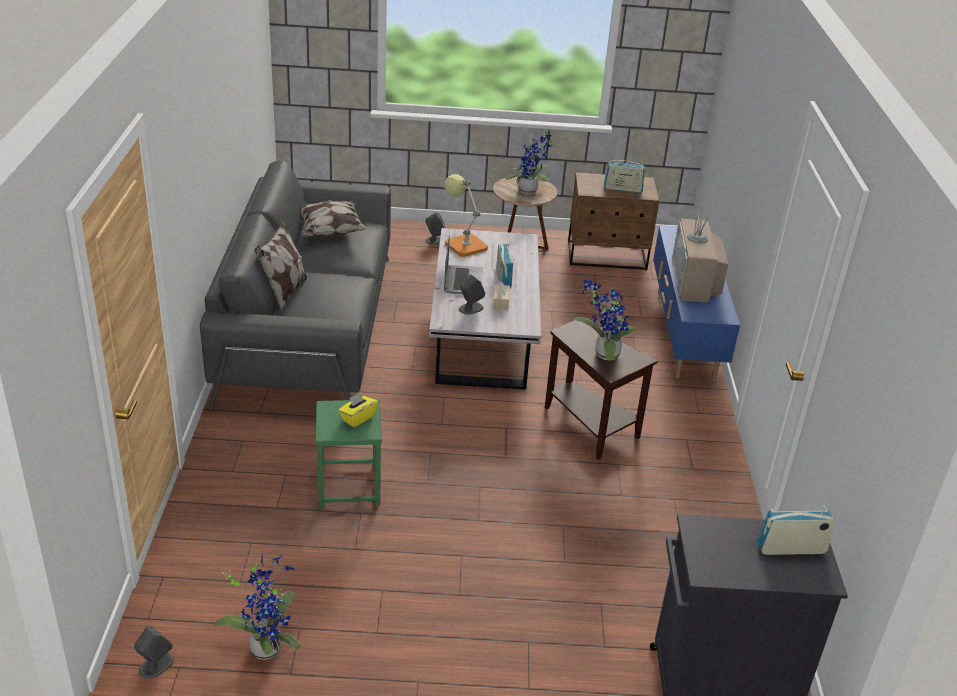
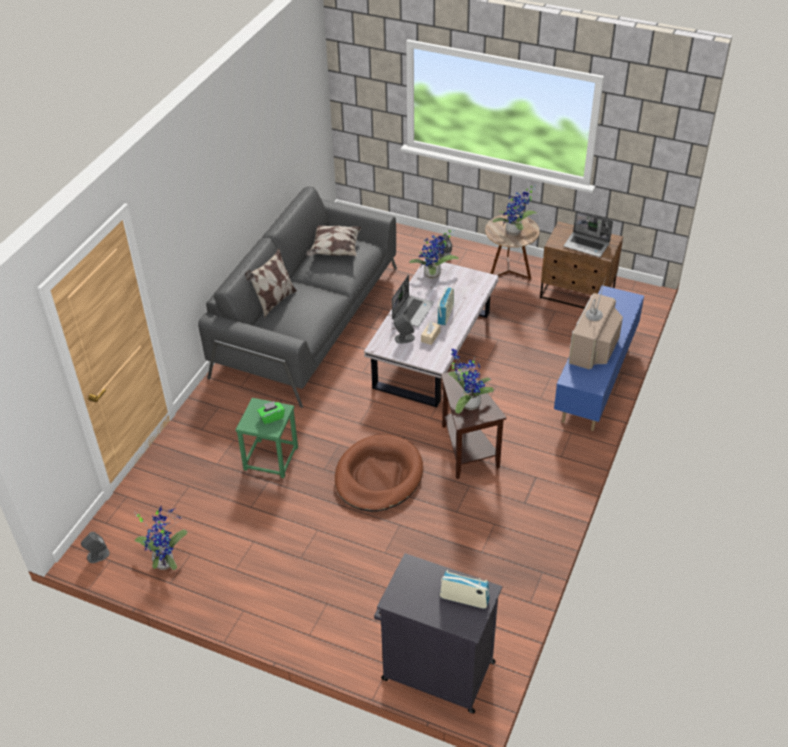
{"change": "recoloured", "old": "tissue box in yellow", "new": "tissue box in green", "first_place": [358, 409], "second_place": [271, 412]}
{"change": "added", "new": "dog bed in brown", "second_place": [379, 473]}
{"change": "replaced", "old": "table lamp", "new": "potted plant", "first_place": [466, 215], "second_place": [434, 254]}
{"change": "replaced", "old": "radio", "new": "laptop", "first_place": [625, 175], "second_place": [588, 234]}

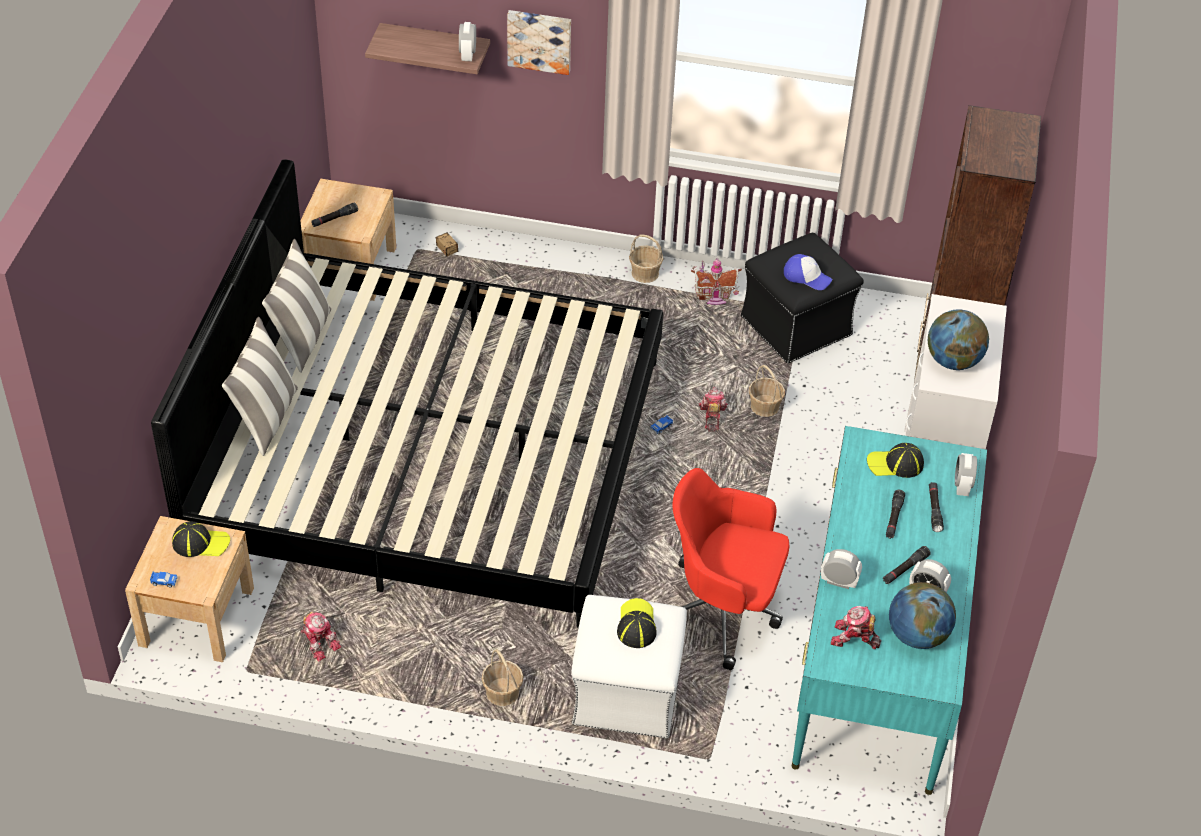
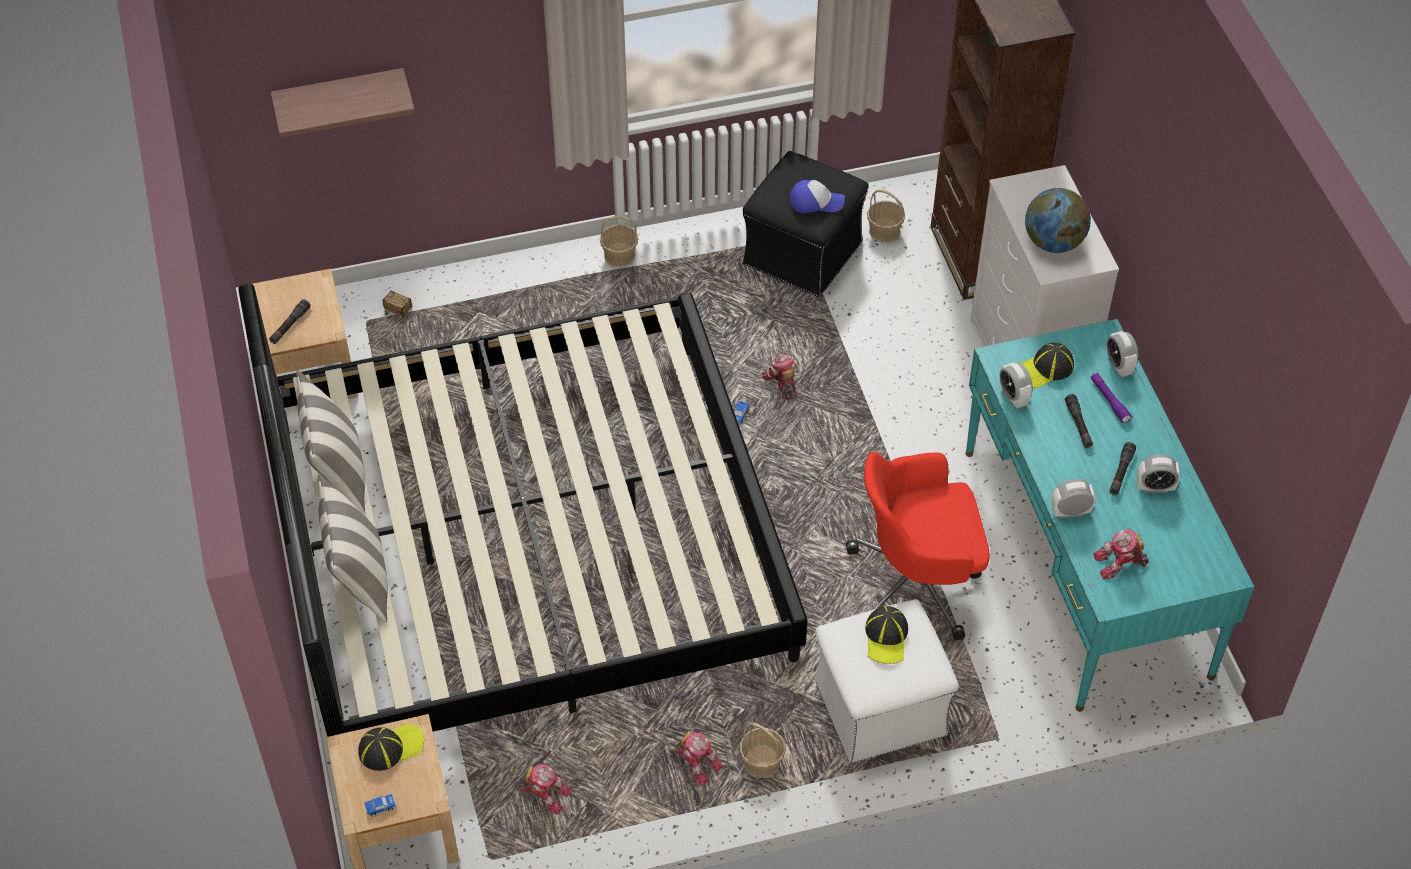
{"change": "added", "new": "toy robot", "second_place": [699, 758]}
{"change": "turned", "old": "cap", "first_place": [637, 623], "second_place": [886, 635], "degrees": -150}
{"change": "moved", "old": "basket", "first_place": [767, 391], "second_place": [886, 216]}
{"change": "moved", "old": "alarm clock", "first_place": [467, 41], "second_place": [1016, 385]}
{"change": "recoloured", "old": "flashlight in black", "new": "flashlight in purple", "first_place": [936, 507], "second_place": [1111, 398]}
{"change": "removed", "old": "picture", "first_place": [539, 42]}
{"change": "removed", "old": "toy house", "first_place": [716, 281]}
{"change": "removed", "old": "globe", "first_place": [922, 615]}

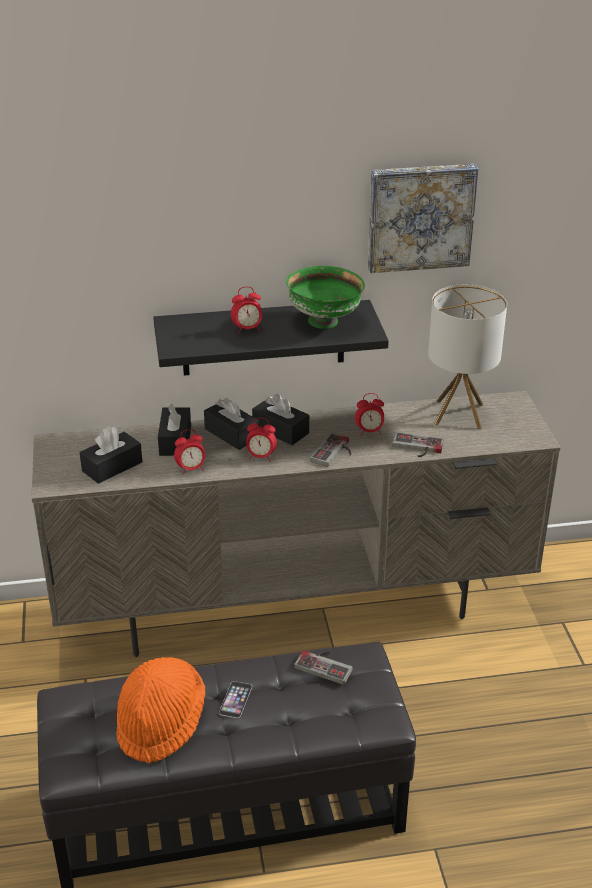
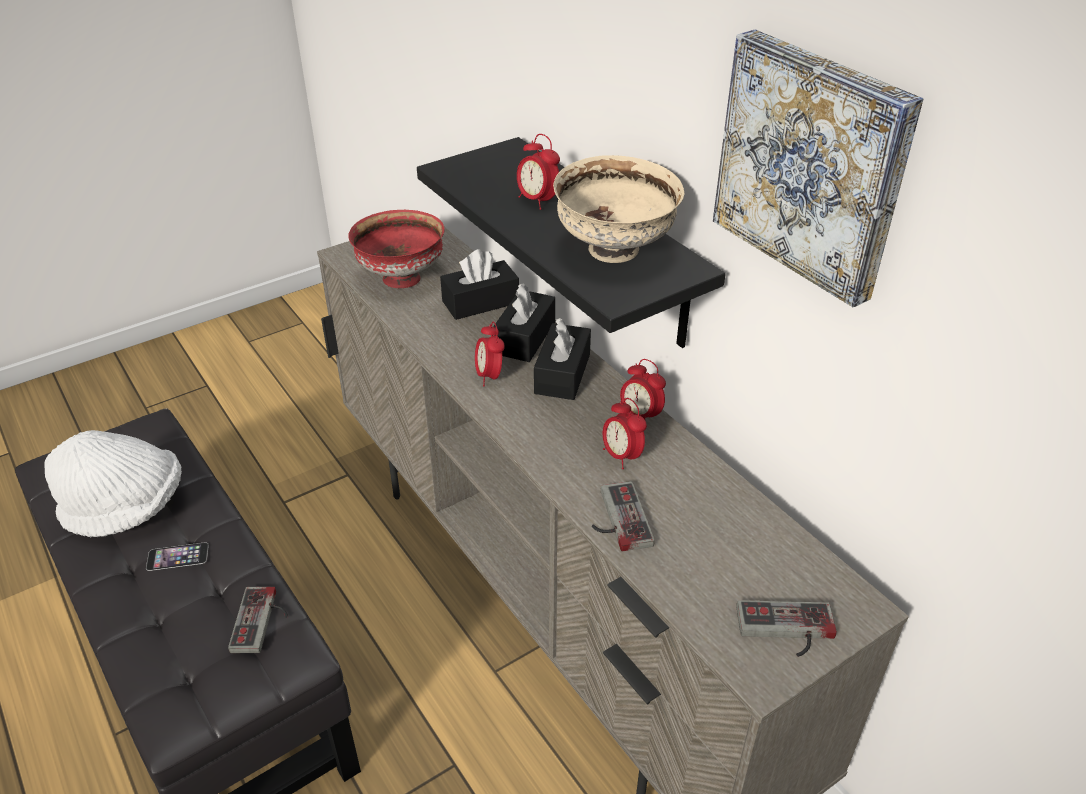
{"change": "recoloured", "old": "hat in orange", "new": "hat in white", "first_place": [160, 710], "second_place": [113, 483]}
{"change": "replaced", "old": "tissue box in black", "new": "bowl in red", "first_place": [111, 455], "second_place": [397, 249]}
{"change": "recoloured", "old": "bowl in green", "new": "bowl in beige", "first_place": [325, 297], "second_place": [618, 209]}
{"change": "moved", "old": "alarm clock", "first_place": [189, 452], "second_place": [643, 390]}
{"change": "moved", "old": "game controller", "first_place": [330, 450], "second_place": [786, 628]}
{"change": "removed", "old": "table lamp", "first_place": [467, 356]}

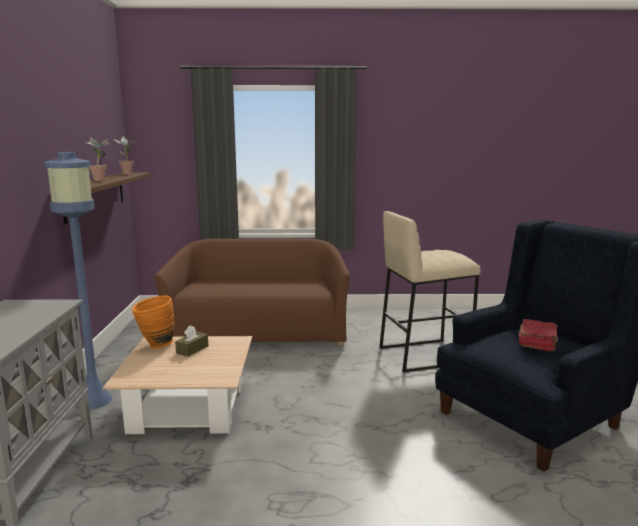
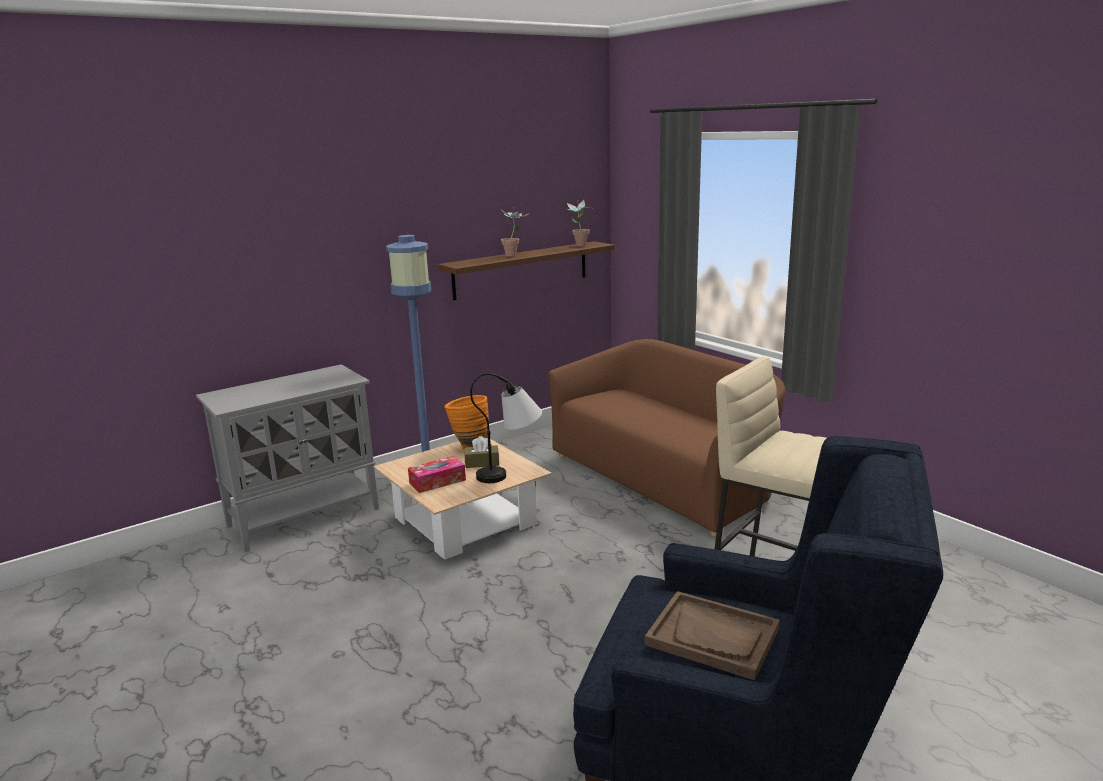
{"change": "added", "new": "tissue box", "second_place": [437, 474]}
{"change": "added", "new": "table lamp", "second_place": [506, 428]}
{"change": "replaced", "old": "book in red", "new": "tray in brown", "first_place": [538, 335], "second_place": [712, 635]}

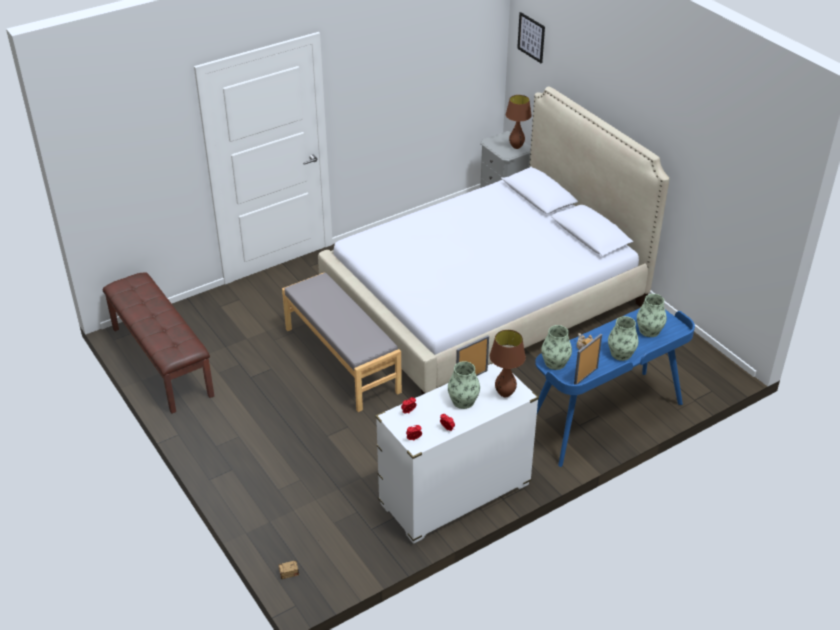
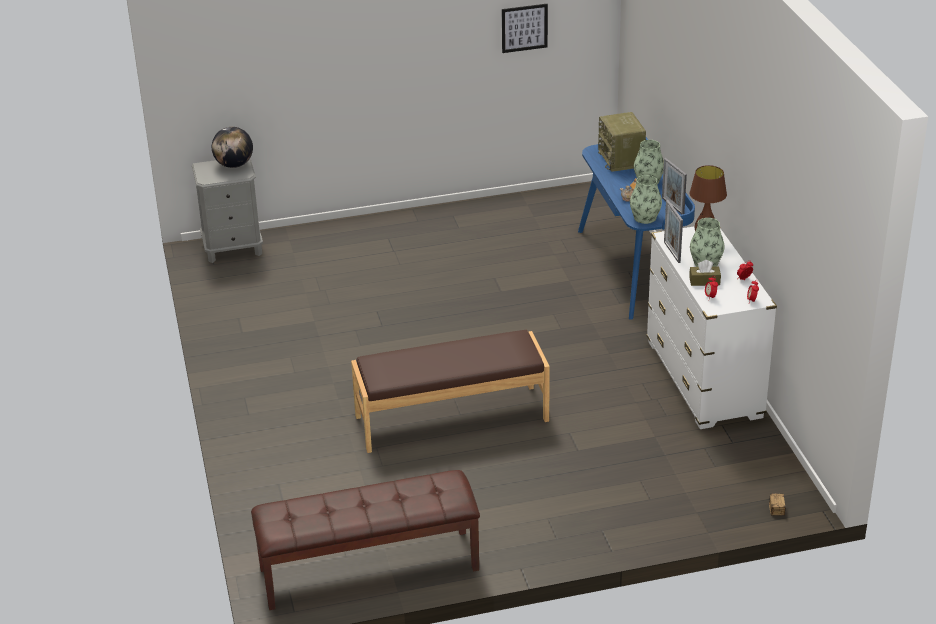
{"change": "replaced", "old": "table lamp in brown", "new": "globe", "first_place": [519, 122], "second_place": [232, 147]}
{"change": "recoloured", "old": "bench in grey", "new": "bench in brown", "first_place": [342, 342], "second_place": [450, 391]}
{"change": "moved", "old": "picture", "first_place": [531, 37], "second_place": [525, 28]}
{"change": "replaced", "old": "vase", "new": "radio", "first_place": [652, 315], "second_place": [622, 142]}
{"change": "added", "new": "tissue box in brown", "second_place": [705, 273]}
{"change": "removed", "old": "bed", "first_place": [494, 240]}

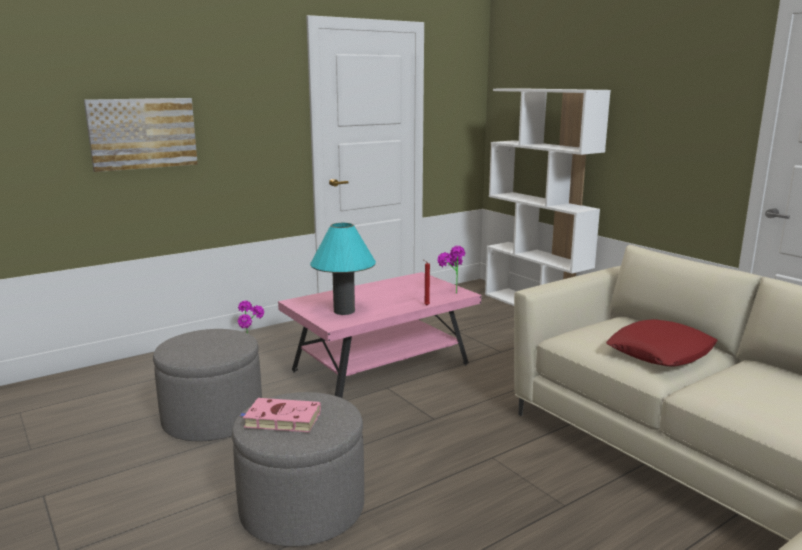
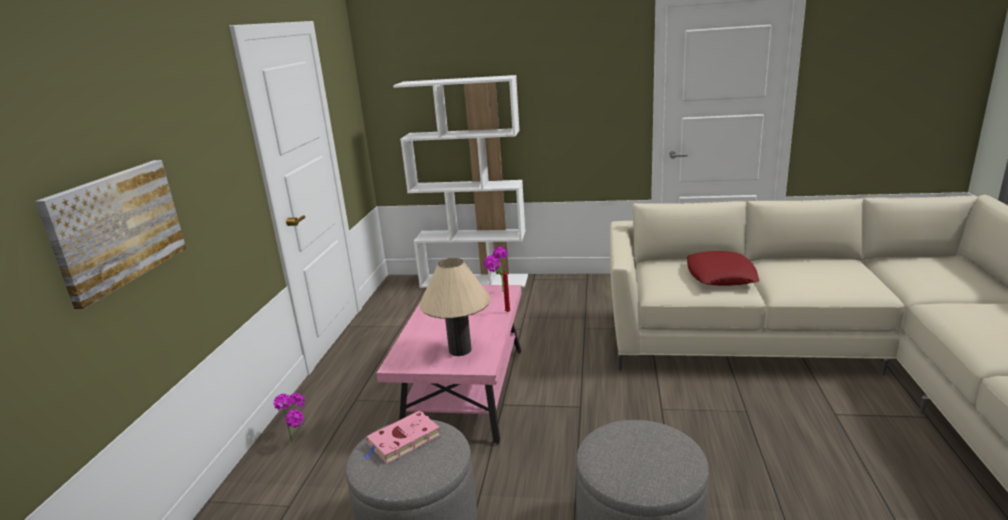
{"change": "moved", "old": "book in pink", "first_place": [280, 415], "second_place": [402, 436]}
{"change": "recoloured", "old": "table lamp in turquoise", "new": "table lamp in beige", "first_place": [343, 269], "second_place": [454, 307]}

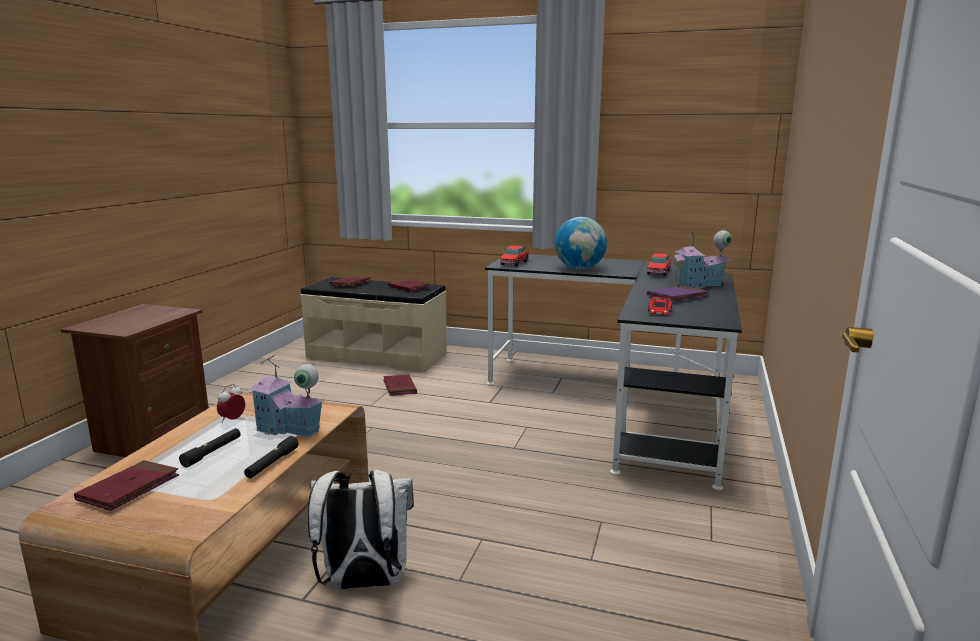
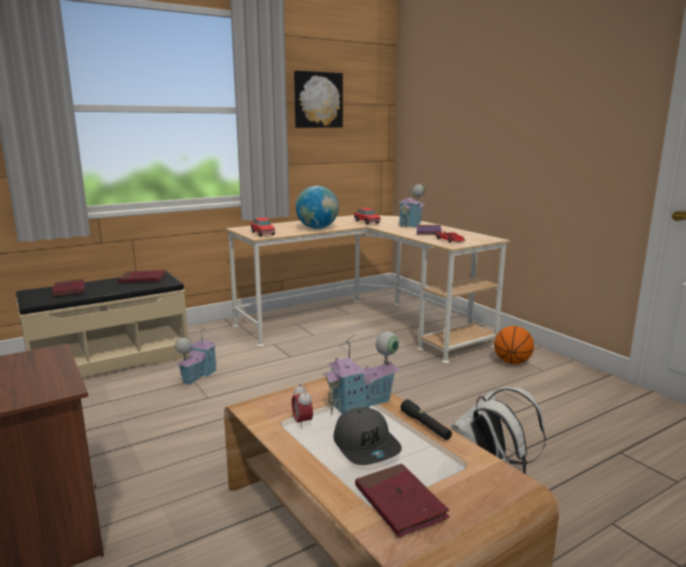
{"change": "replaced", "old": "book in red", "new": "toy house", "first_place": [400, 385], "second_place": [196, 356]}
{"change": "recoloured", "old": "desk in black", "new": "desk in beige", "first_place": [613, 372], "second_place": [367, 289]}
{"change": "added", "new": "picture", "second_place": [318, 99]}
{"change": "replaced", "old": "flashlight in black", "new": "cap in grey", "first_place": [210, 448], "second_place": [368, 436]}
{"change": "added", "new": "basketball", "second_place": [514, 345]}

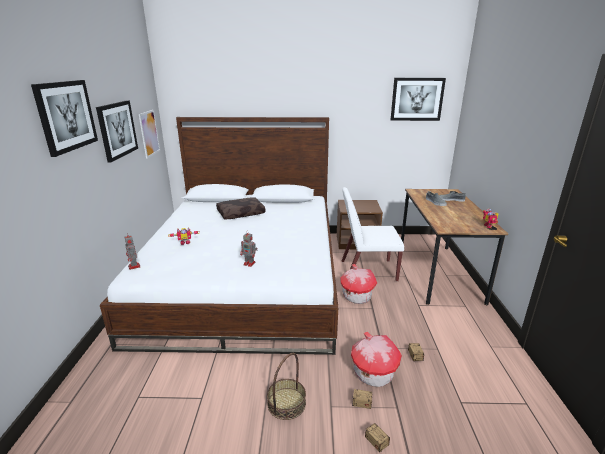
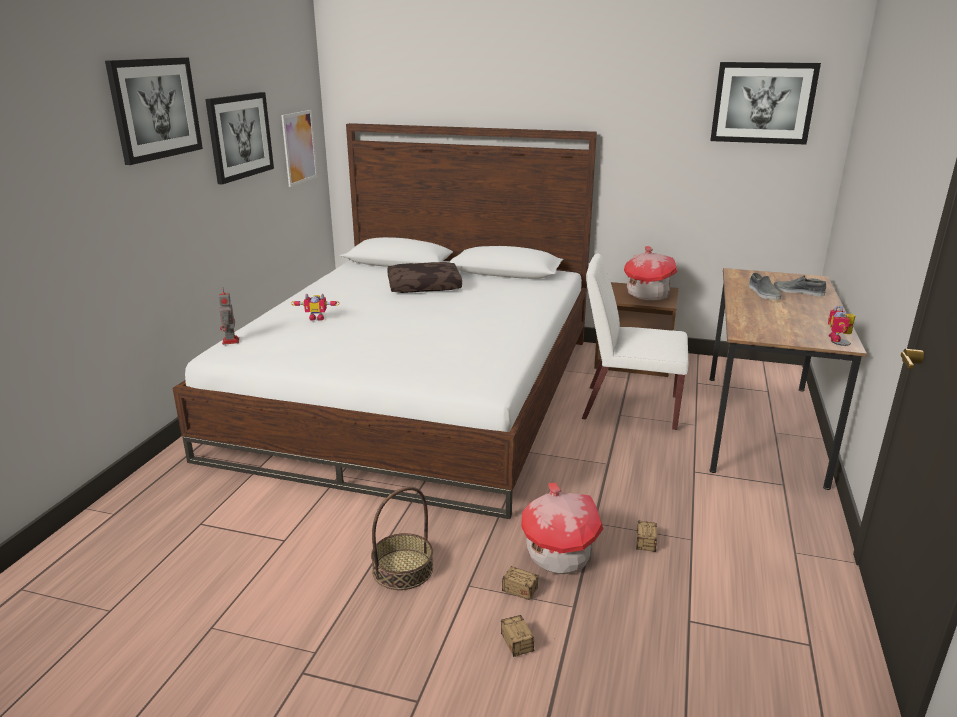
{"change": "moved", "old": "toy house", "first_place": [358, 284], "second_place": [650, 273]}
{"change": "removed", "old": "toy robot", "first_place": [249, 248]}

